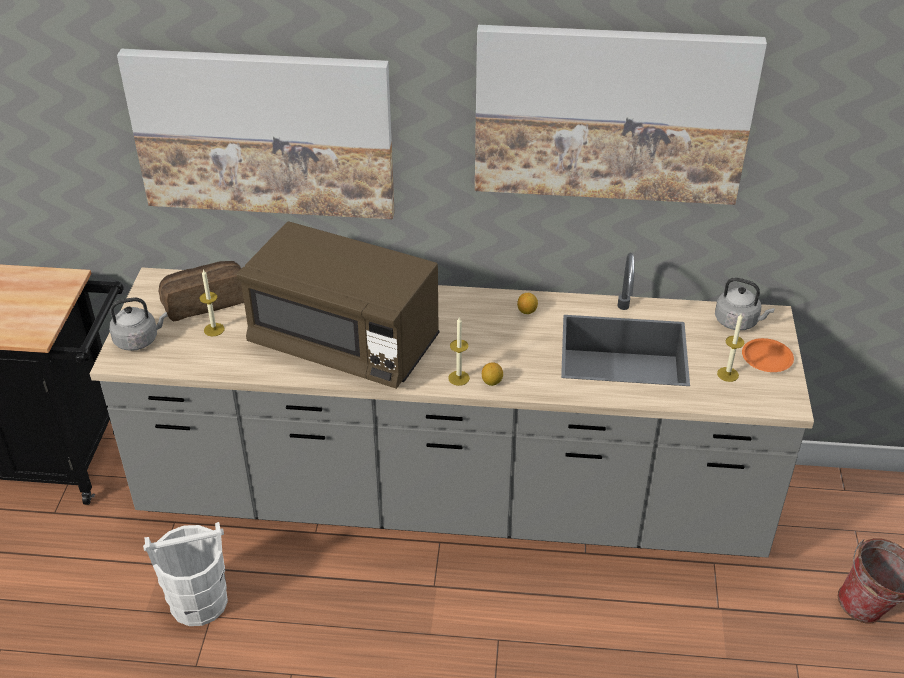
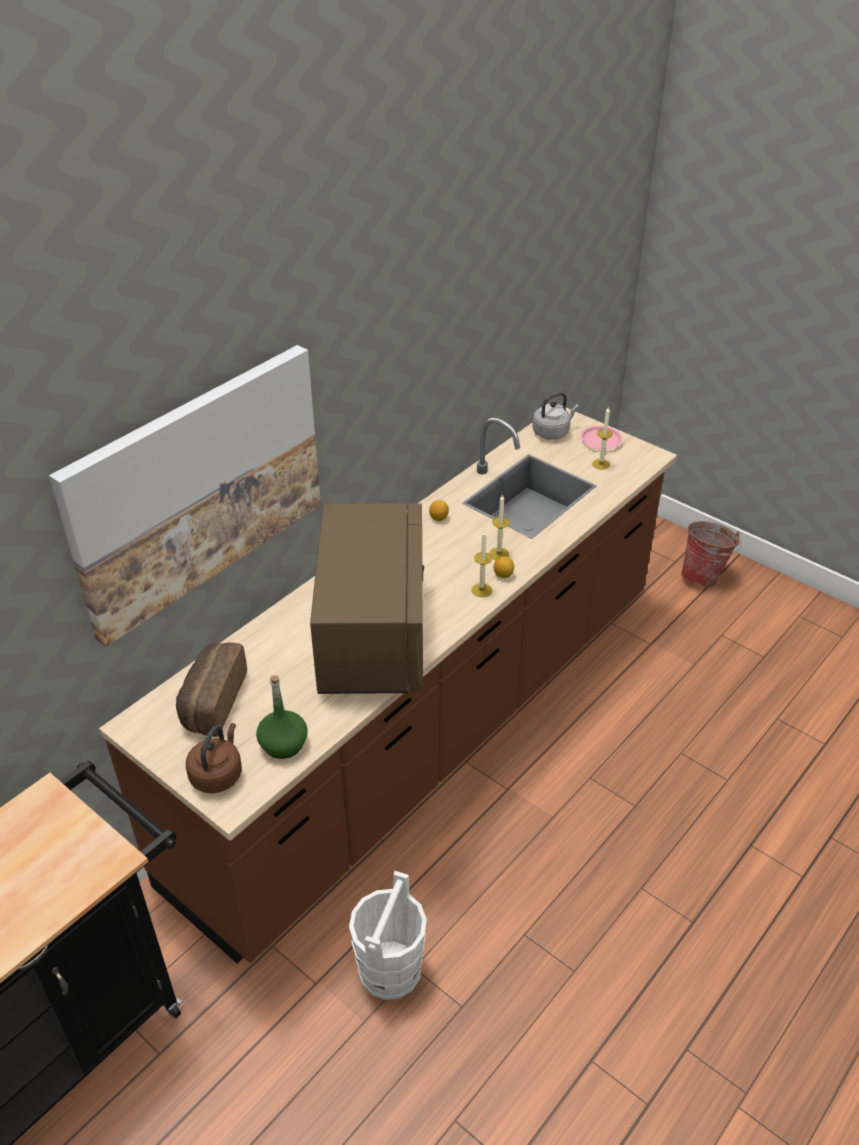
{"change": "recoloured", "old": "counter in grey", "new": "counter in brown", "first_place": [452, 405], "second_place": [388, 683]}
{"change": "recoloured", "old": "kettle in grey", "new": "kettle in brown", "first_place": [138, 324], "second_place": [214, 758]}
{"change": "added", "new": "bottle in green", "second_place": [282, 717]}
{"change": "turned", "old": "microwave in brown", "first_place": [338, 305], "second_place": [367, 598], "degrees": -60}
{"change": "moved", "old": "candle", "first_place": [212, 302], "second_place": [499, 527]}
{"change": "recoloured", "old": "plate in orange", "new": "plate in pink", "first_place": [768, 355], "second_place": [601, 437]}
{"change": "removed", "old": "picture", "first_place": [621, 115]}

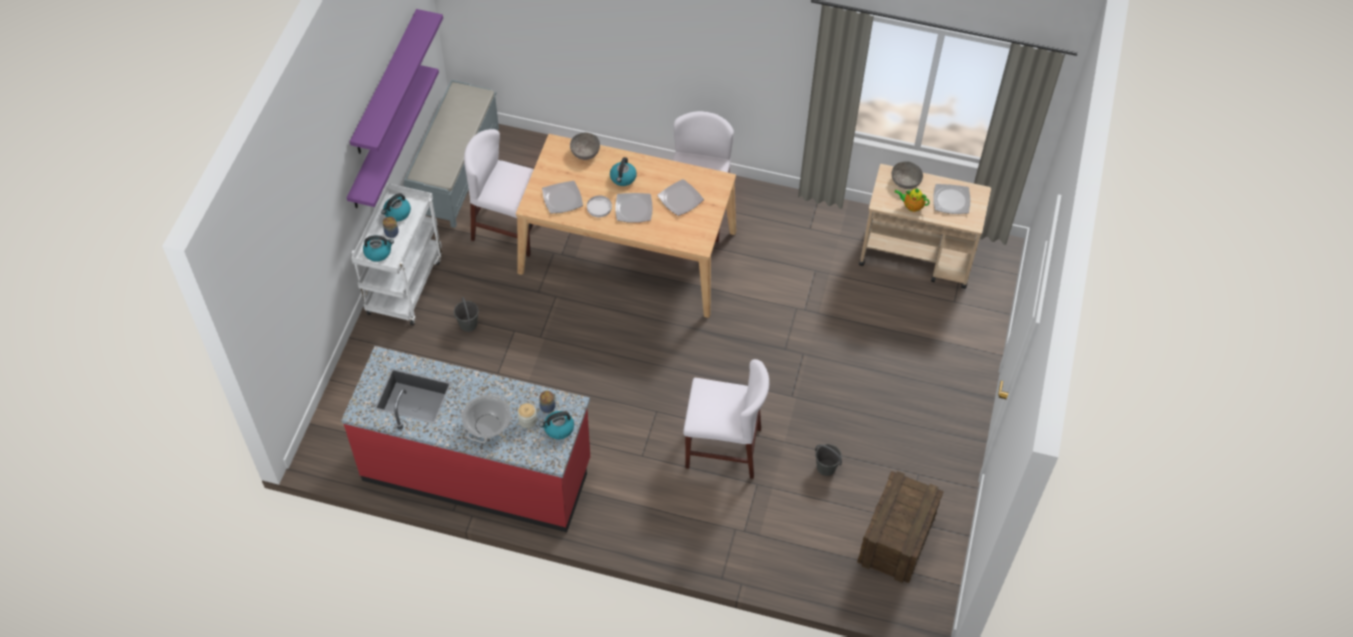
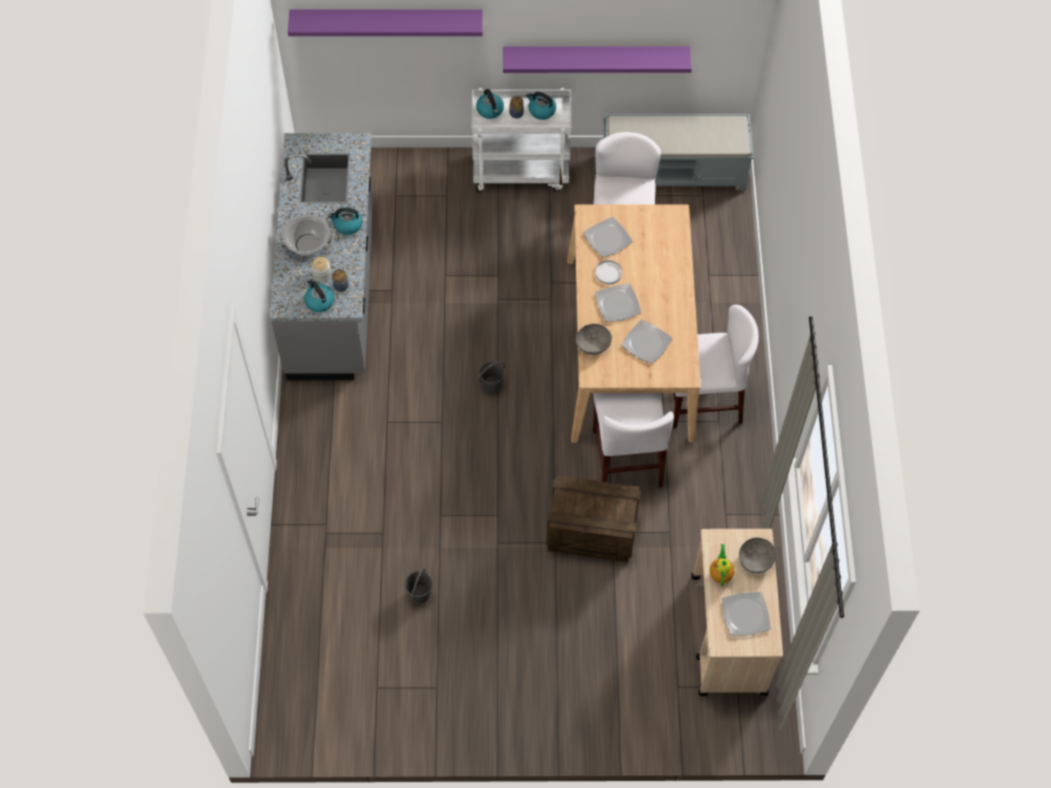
{"change": "recoloured", "old": "counter in red", "new": "counter in grey", "first_place": [465, 439], "second_place": [321, 256]}
{"change": "moved", "old": "shelf in purple", "first_place": [396, 81], "second_place": [385, 22]}
{"change": "moved", "old": "kettle", "first_place": [623, 171], "second_place": [345, 221]}
{"change": "moved", "old": "bucket in grey", "first_place": [466, 314], "second_place": [491, 377]}
{"change": "moved", "old": "crate", "first_place": [900, 527], "second_place": [593, 519]}
{"change": "moved", "old": "bowl in grey", "first_place": [585, 146], "second_place": [594, 339]}
{"change": "moved", "old": "chair in white", "first_place": [726, 419], "second_place": [633, 440]}

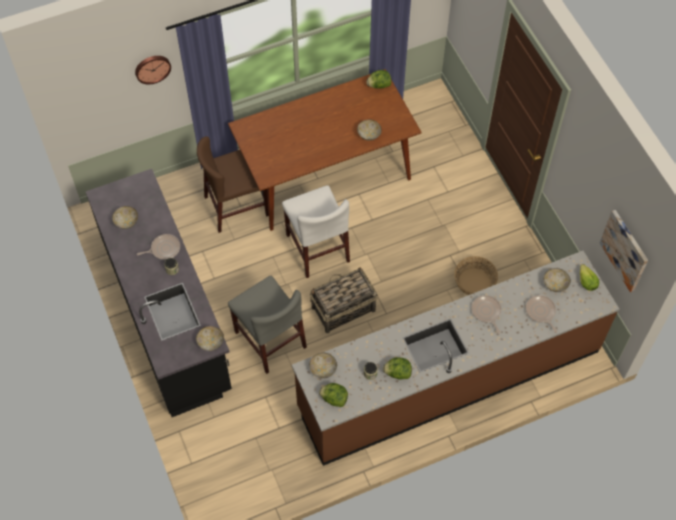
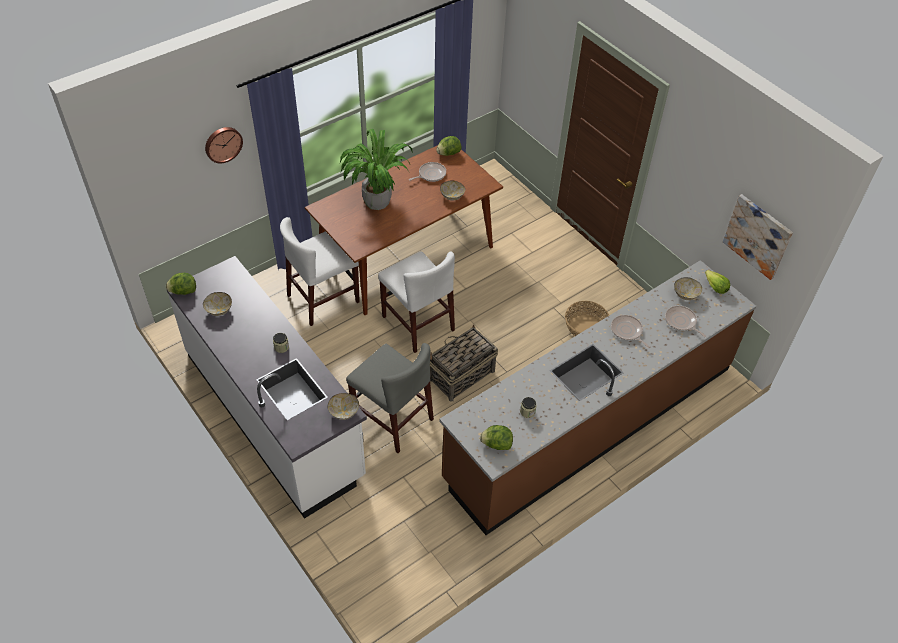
{"change": "moved", "old": "lettuce", "first_place": [397, 368], "second_place": [181, 284]}
{"change": "recoloured", "old": "counter in black", "new": "counter in white", "first_place": [159, 293], "second_place": [267, 387]}
{"change": "recoloured", "old": "chair in brown", "new": "chair in white", "first_place": [233, 184], "second_place": [320, 271]}
{"change": "added", "new": "potted plant", "second_place": [376, 169]}
{"change": "moved", "old": "frying pan", "first_place": [158, 247], "second_place": [427, 172]}
{"change": "removed", "old": "bowl", "first_place": [323, 365]}

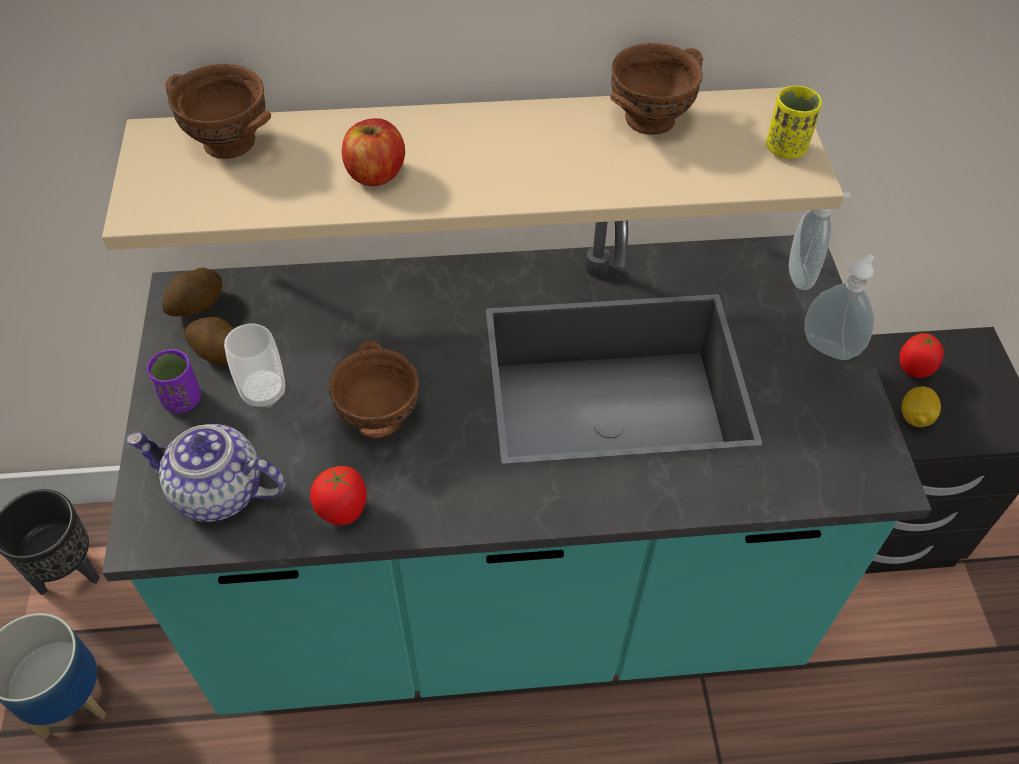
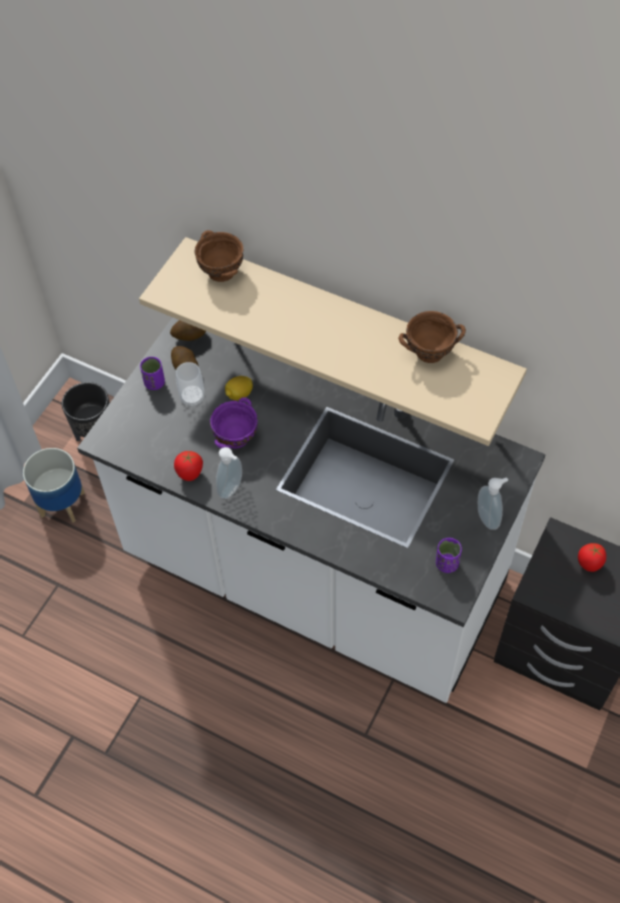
{"change": "recoloured", "old": "counter in turquoise", "new": "counter in white", "first_place": [517, 468], "second_place": [311, 510]}
{"change": "recoloured", "old": "bowl in brown", "new": "bowl in purple", "first_place": [374, 389], "second_place": [234, 423]}
{"change": "moved", "old": "soap dispenser", "first_place": [820, 241], "second_place": [229, 473]}
{"change": "moved", "old": "lemon", "first_place": [921, 406], "second_place": [239, 388]}
{"change": "added", "new": "cup in purple", "second_place": [449, 555]}
{"change": "removed", "old": "teapot", "first_place": [205, 473]}
{"change": "removed", "old": "apple", "first_place": [373, 152]}
{"change": "removed", "old": "cup in yellow", "first_place": [794, 122]}

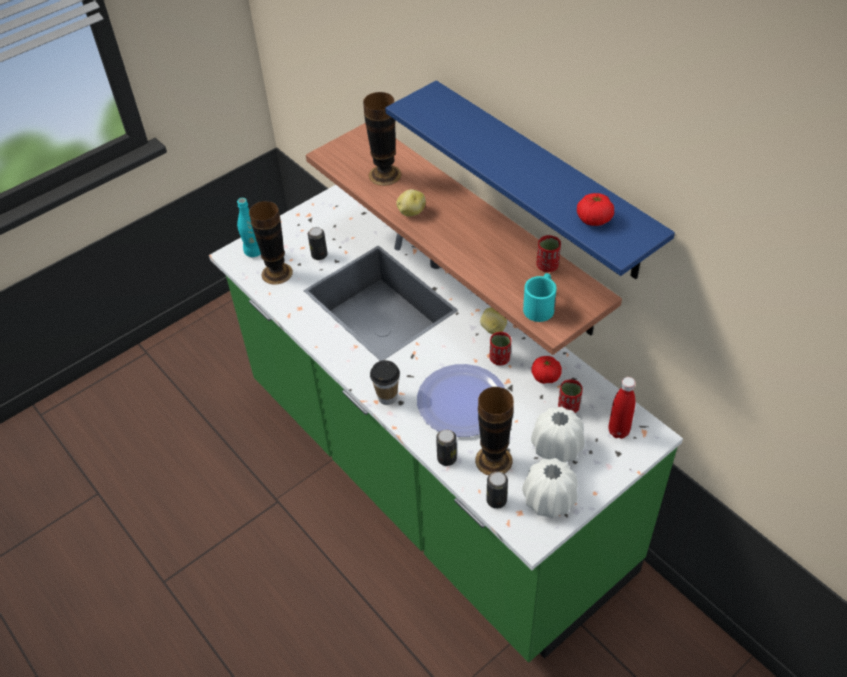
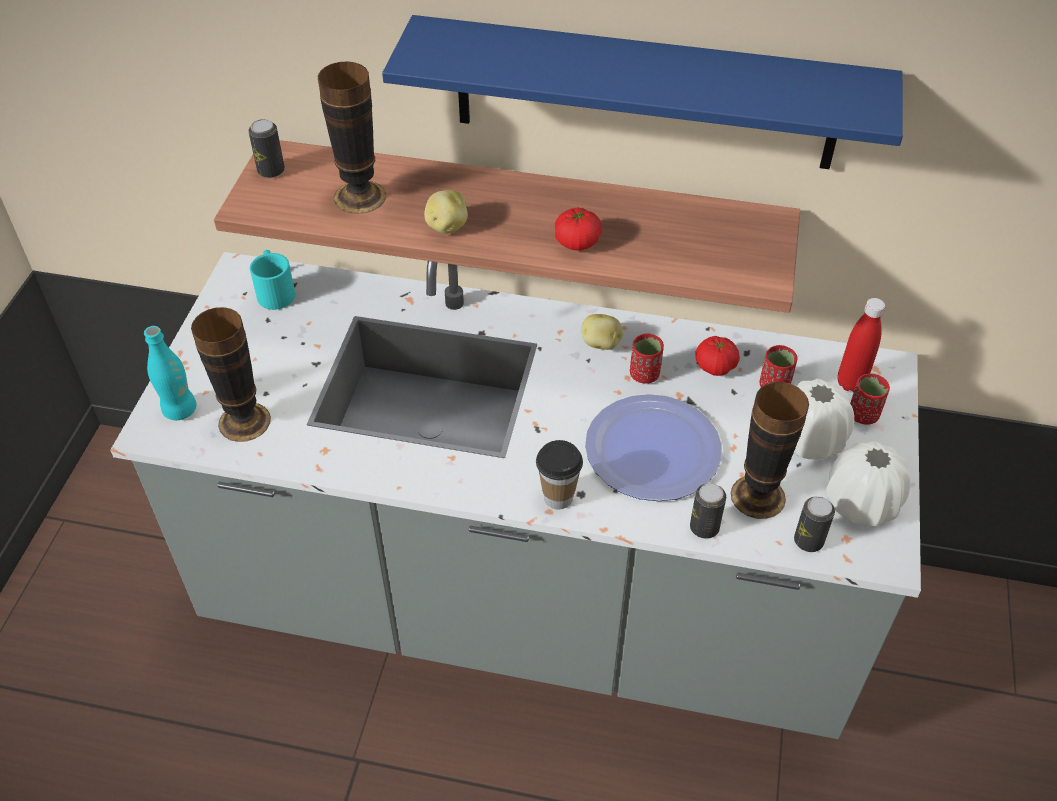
{"change": "recoloured", "old": "counter in green", "new": "counter in grey", "first_place": [446, 424], "second_place": [515, 495]}
{"change": "moved", "old": "can", "first_place": [318, 243], "second_place": [266, 148]}
{"change": "moved", "old": "mug in turquoise", "first_place": [540, 297], "second_place": [272, 280]}
{"change": "moved", "old": "tomato", "first_place": [595, 209], "second_place": [578, 229]}
{"change": "moved", "old": "cup in red", "first_place": [548, 253], "second_place": [870, 399]}

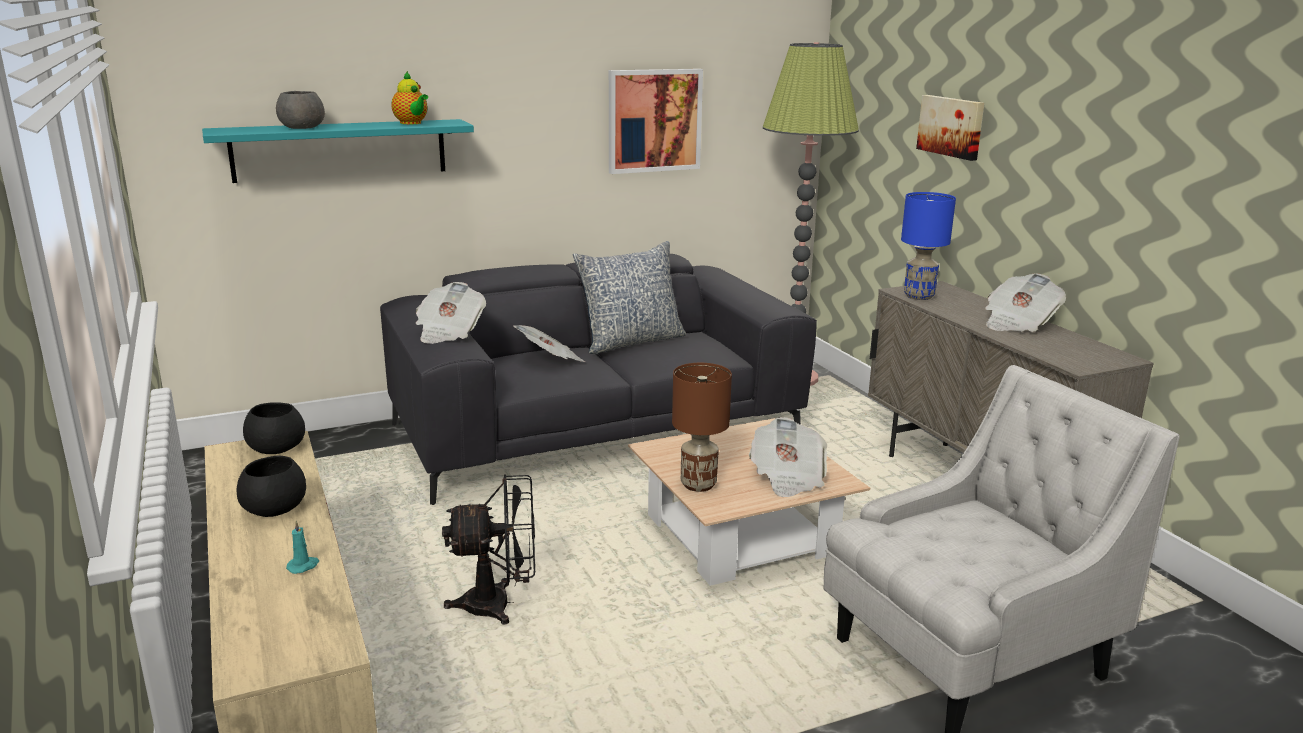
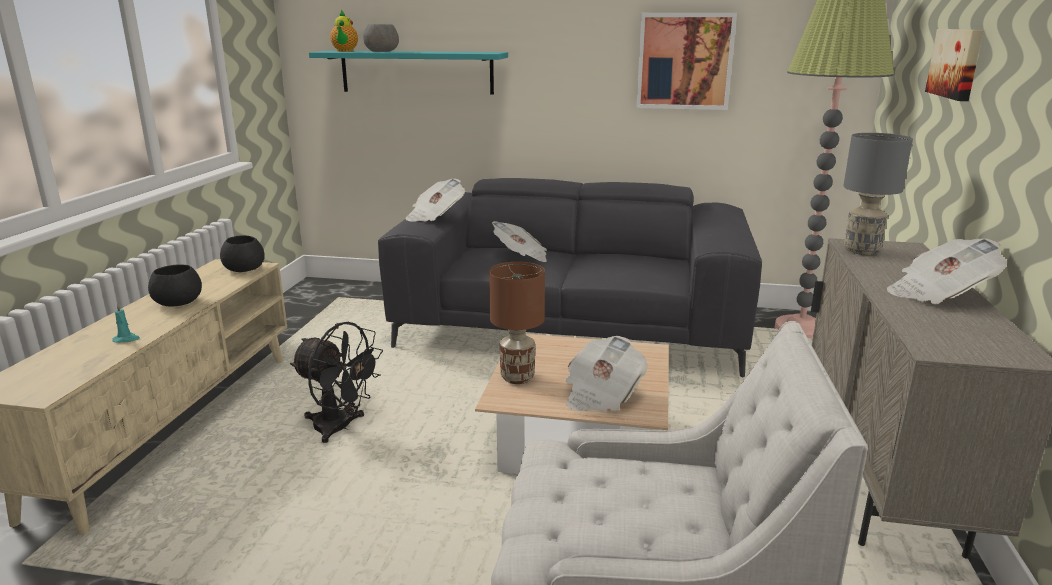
{"change": "moved", "old": "teapot", "first_place": [409, 97], "second_place": [344, 31]}
{"change": "recoloured", "old": "table lamp in blue", "new": "table lamp in grey", "first_place": [928, 246], "second_place": [878, 194]}
{"change": "removed", "old": "pillow", "first_place": [629, 297]}

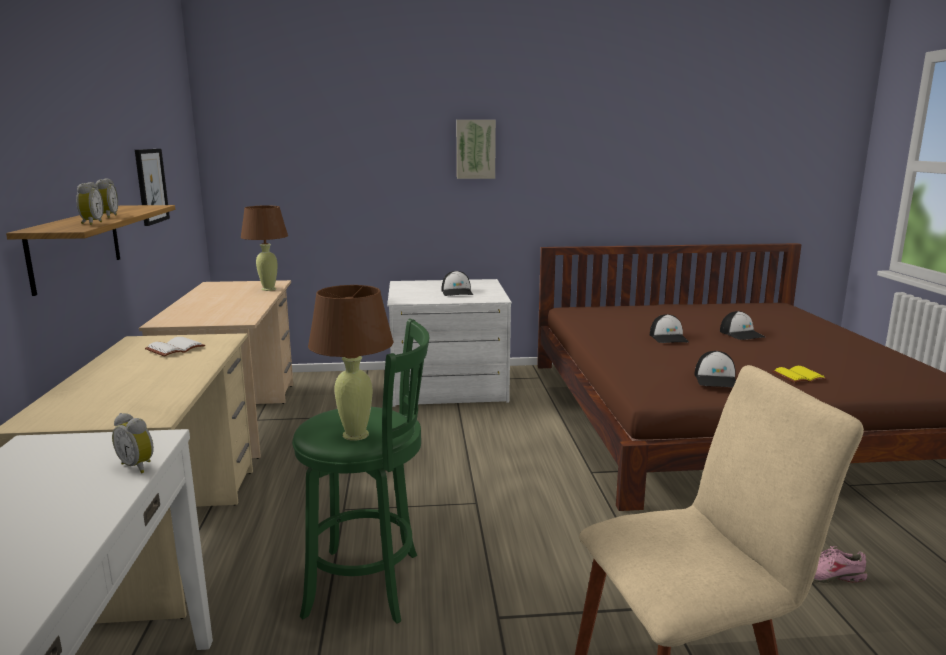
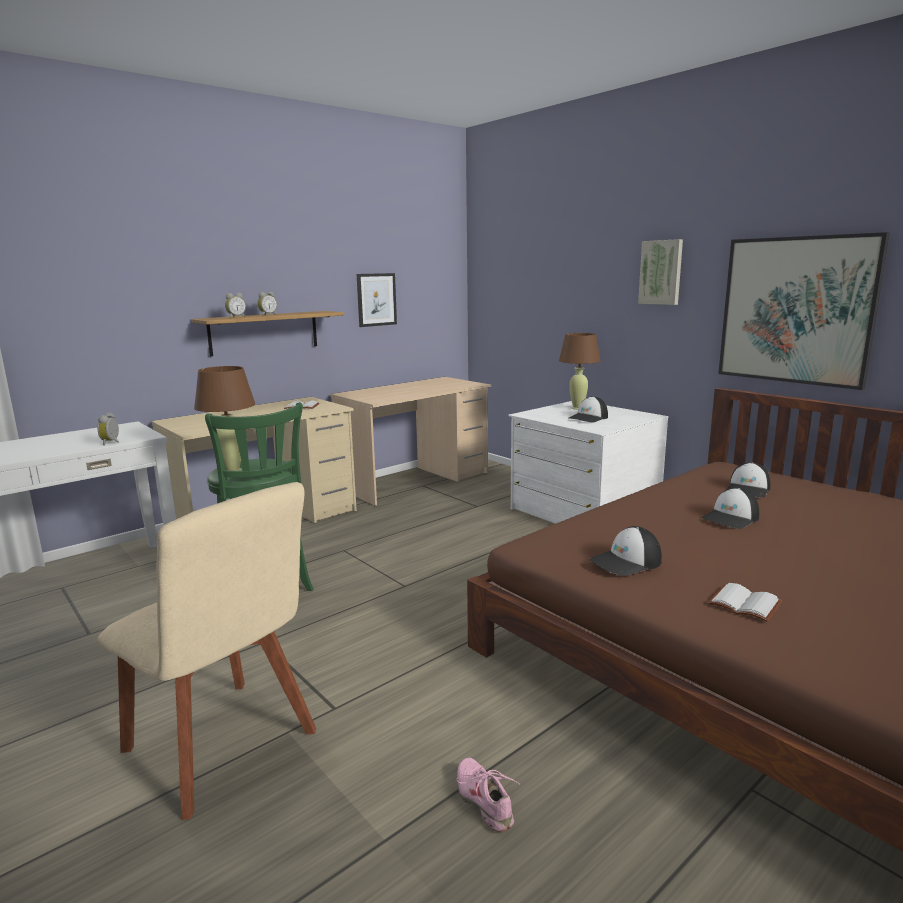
{"change": "moved", "old": "table lamp in brown", "first_place": [264, 248], "second_place": [580, 371]}
{"change": "recoloured", "old": "book in yellow", "new": "book in white", "first_place": [799, 374], "second_place": [745, 602]}
{"change": "added", "new": "picture", "second_place": [804, 311]}
{"change": "moved", "old": "cap", "first_place": [742, 325], "second_place": [748, 480]}

